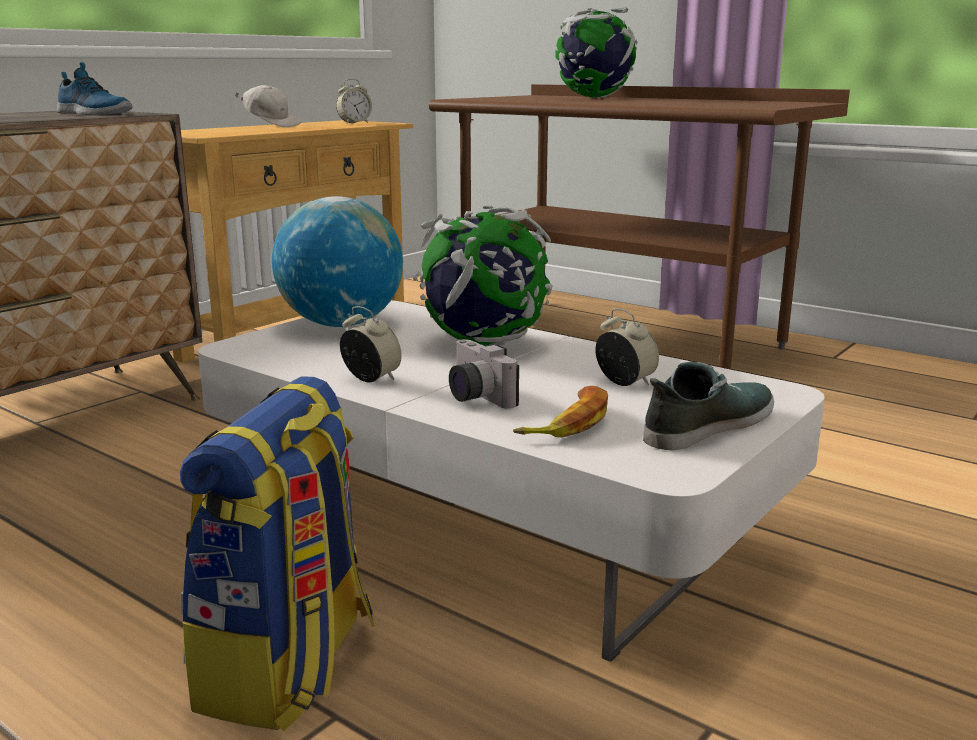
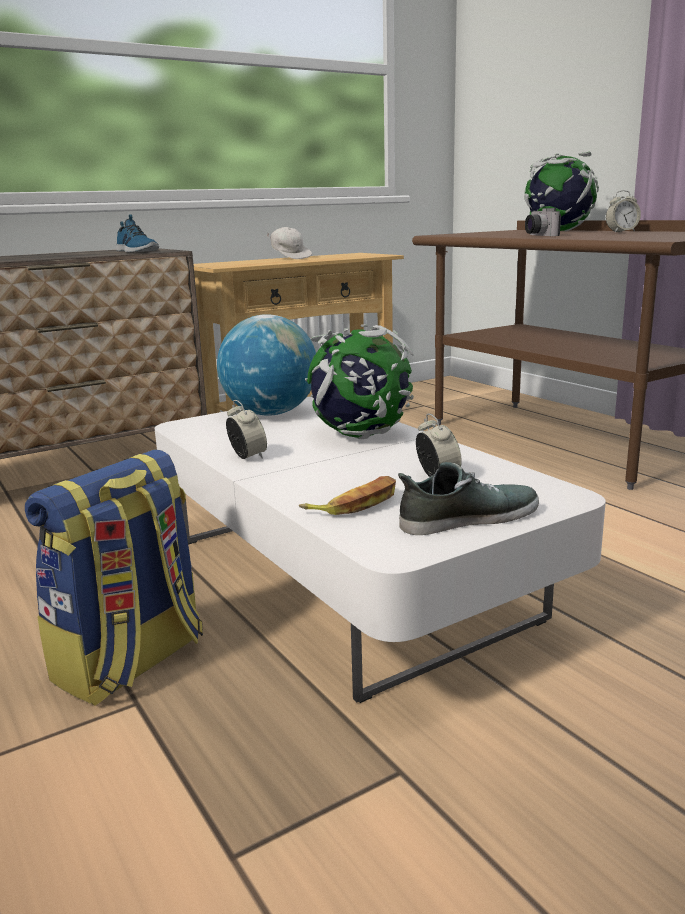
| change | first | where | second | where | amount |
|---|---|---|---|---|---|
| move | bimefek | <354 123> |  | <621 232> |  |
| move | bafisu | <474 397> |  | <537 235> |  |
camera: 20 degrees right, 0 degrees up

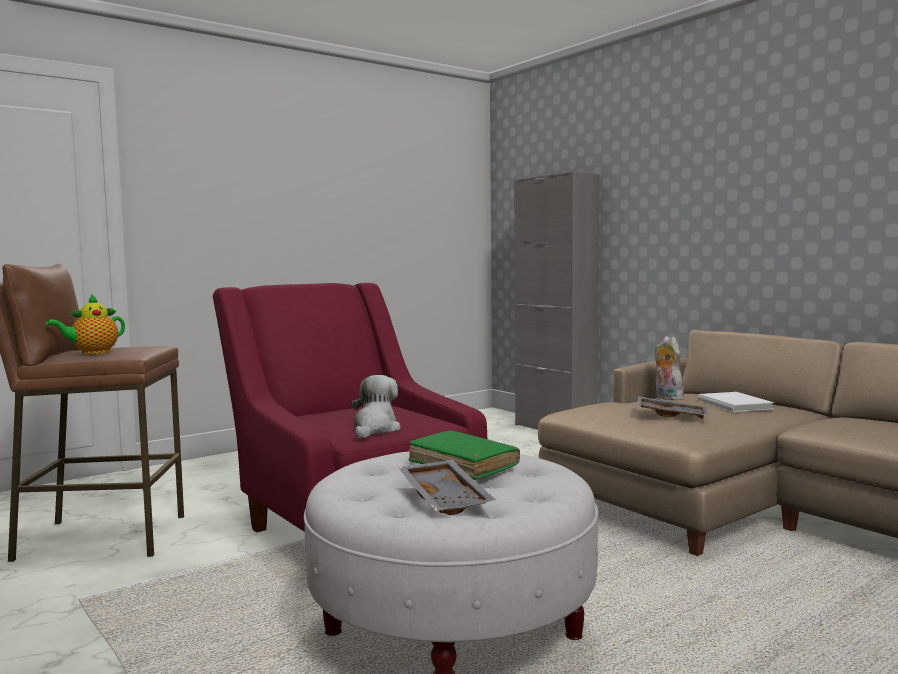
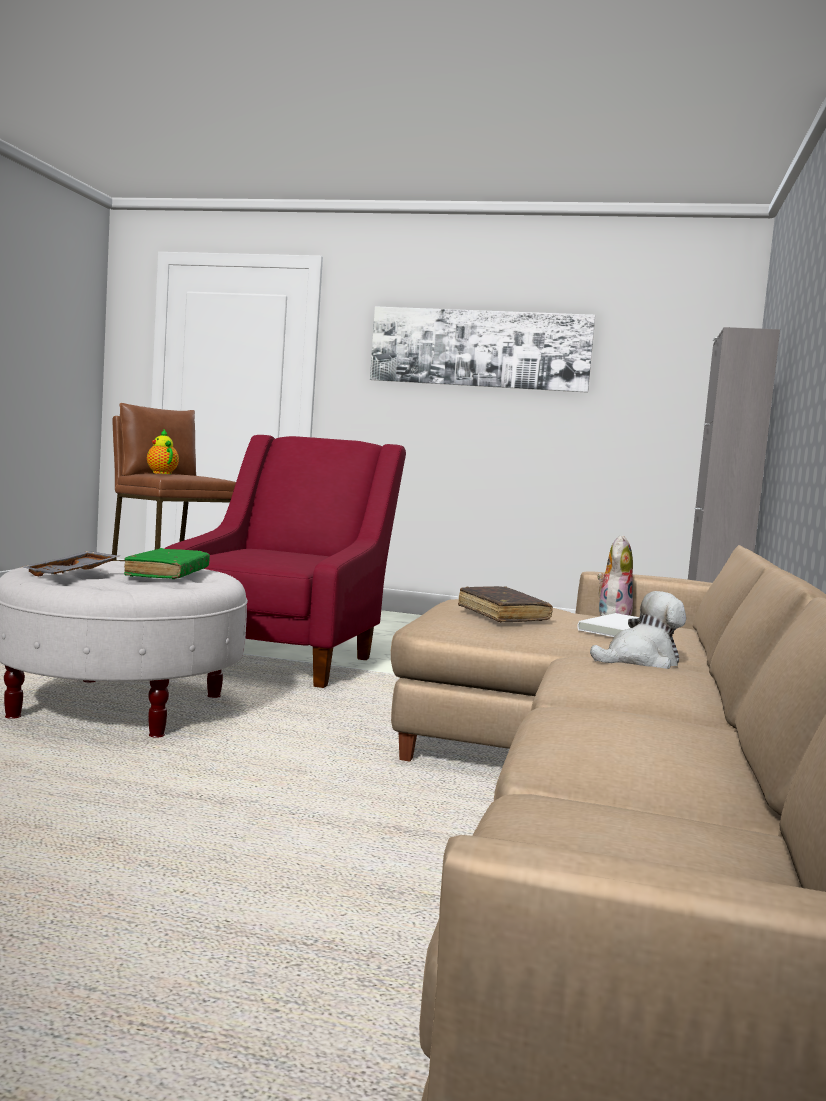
| change | first | where | second | where | amount |
|---|---|---|---|---|---|
| insert |  |  | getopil | <479 349> |  |
| move | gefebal | <374 429> |  | <640 661> |  |
| replace | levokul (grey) | <671 415> | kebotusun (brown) | <502 614> |  |
| rotate | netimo | <92 353> |  | <161 473> | 45 degrees clockwise |
camera: 50 degrees right, 0 degrees up

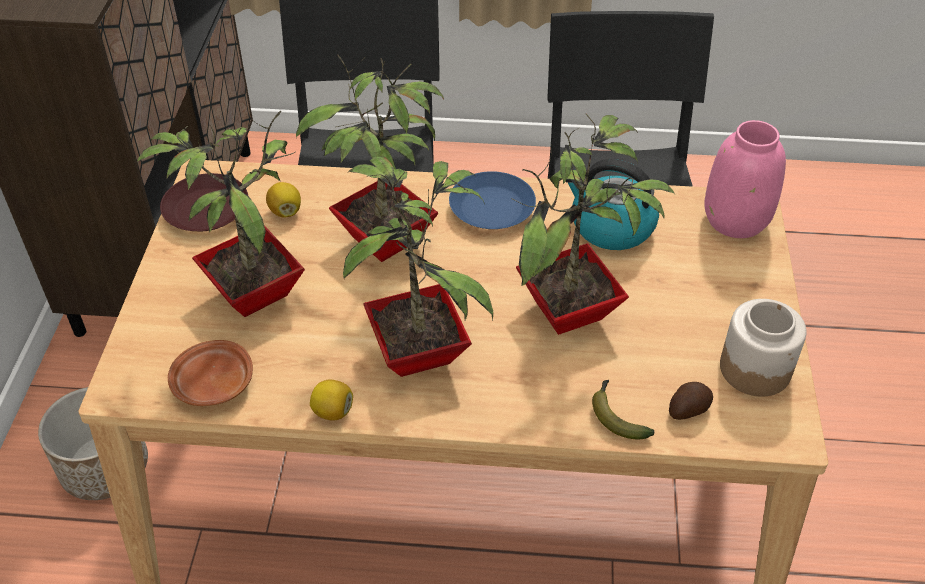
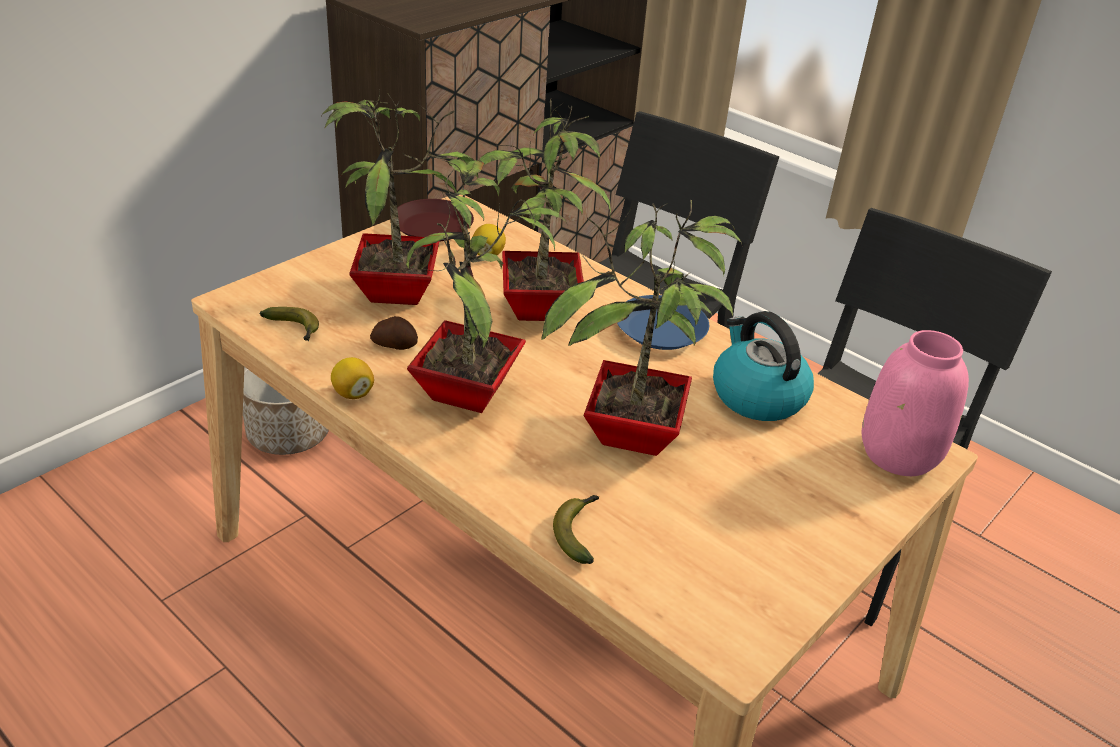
| change | first | where | second | where | amount |
|---|---|---|---|---|---|
| delete | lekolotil | <755 368> |  |  |  |
| move | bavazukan | <688 409> |  | <394 344> |  |
| replace | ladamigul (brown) | <213 384> | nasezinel | <295 330> |  |
camera: 35 degrees right, 10 degrees down

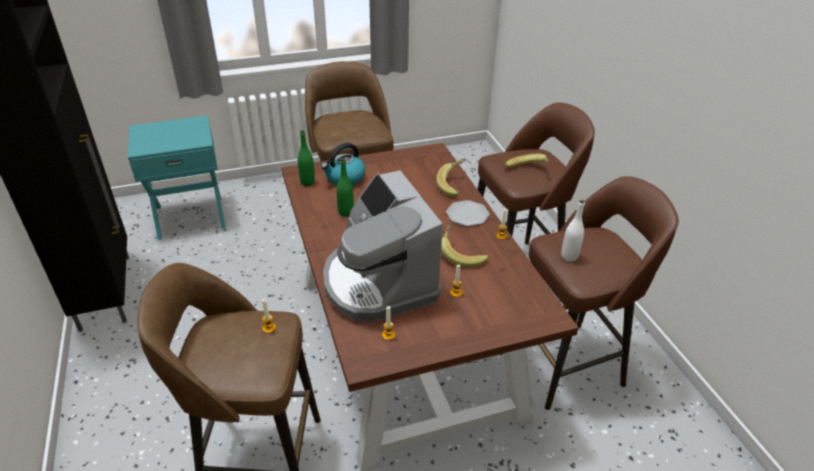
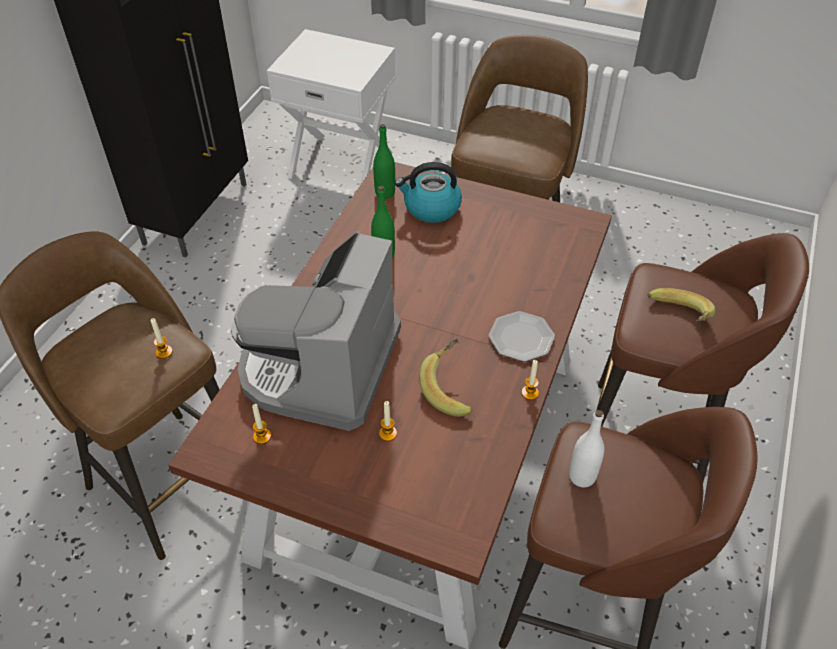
| change | first | where | second | where | amount |
|---|---|---|---|---|---|
| delete | nasezinel | <454 185> |  |  |  |
| recolor | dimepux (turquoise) | <190 216> | dimepux (white) | <341 164> |  |
camera: 40 degrees right, 10 degrees up

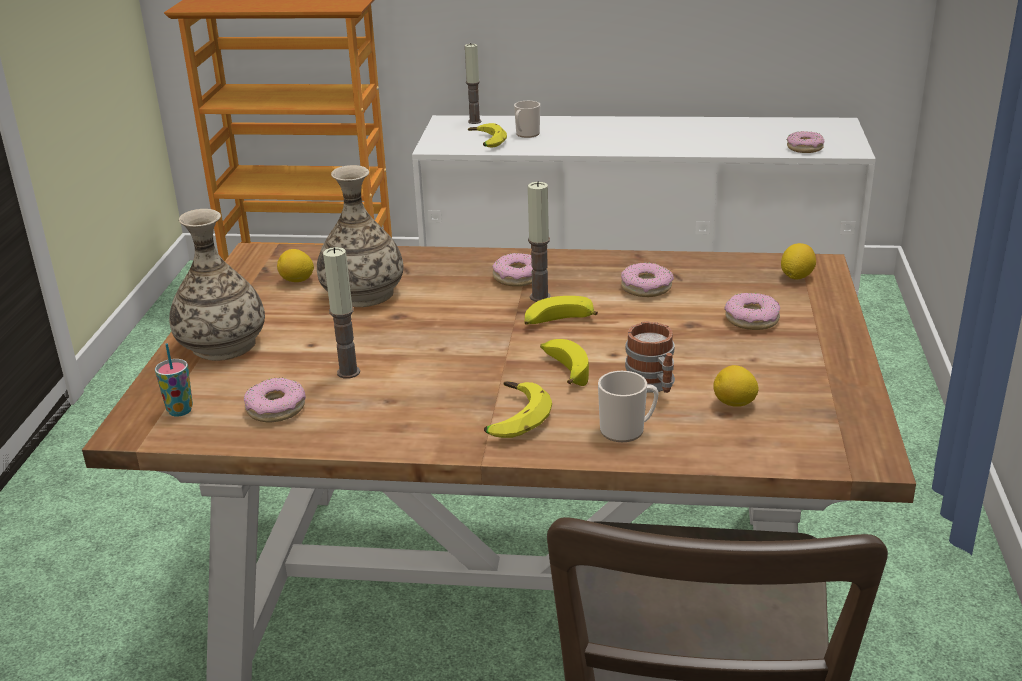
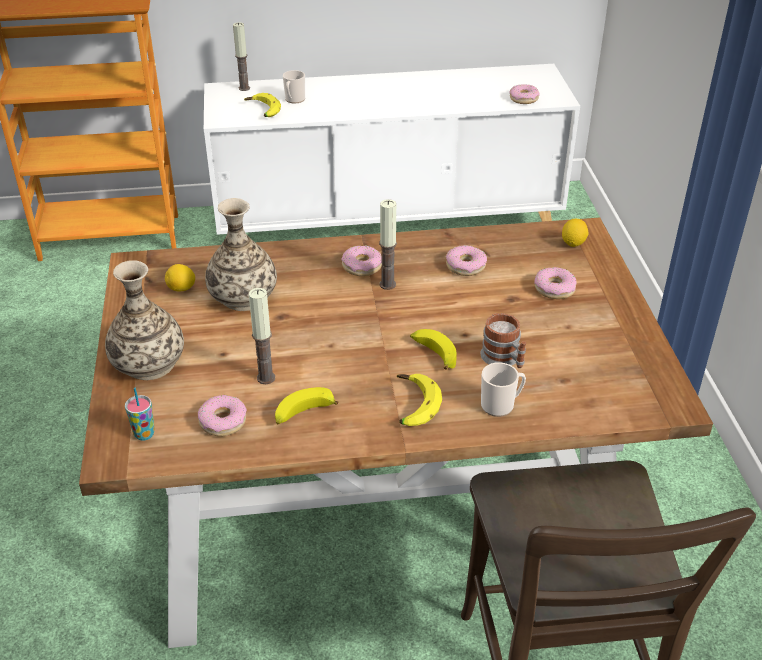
| change | first | where | second | where | amount |
|---|---|---|---|---|---|
| delete | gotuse | <734 404> |  |  |  |
| move | nasezinel | <557 322> |  | <303 414> |  |
camera: 15 degrees left, 10 degrees up

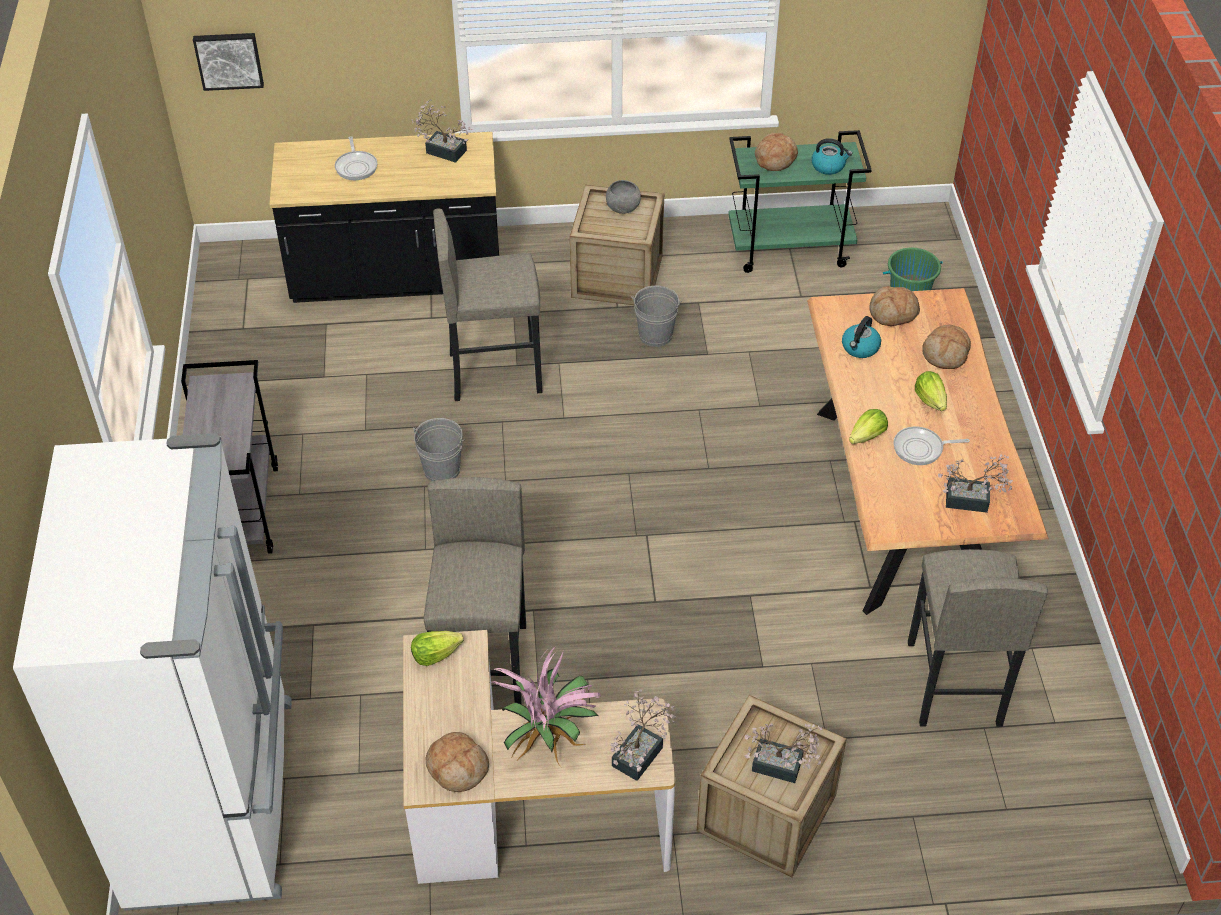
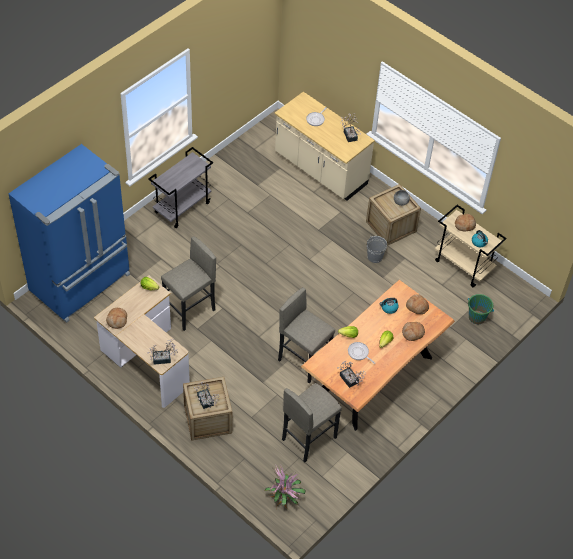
| change | first | where | second | where | amount |
|---|---|---|---|---|---|
| delete | getopil | <229 60> |  |  |  |
| delete | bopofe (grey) | <442 470> |  |  |  |
| move | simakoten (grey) | <495 372> |  | <304 361> |  |
| move | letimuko | <549 738> |  | <284 499> |  |
| recolor | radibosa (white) | <216 800> | radibosa (blue) | <81 283> |  |
| recolor | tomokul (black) | <397 279> | tomokul (beige) | <320 170> |  |
| recolor | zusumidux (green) | <790 249> | zusumidux (beige) | <463 266> |  |
camera: 45 degrees right, 5 degrees up

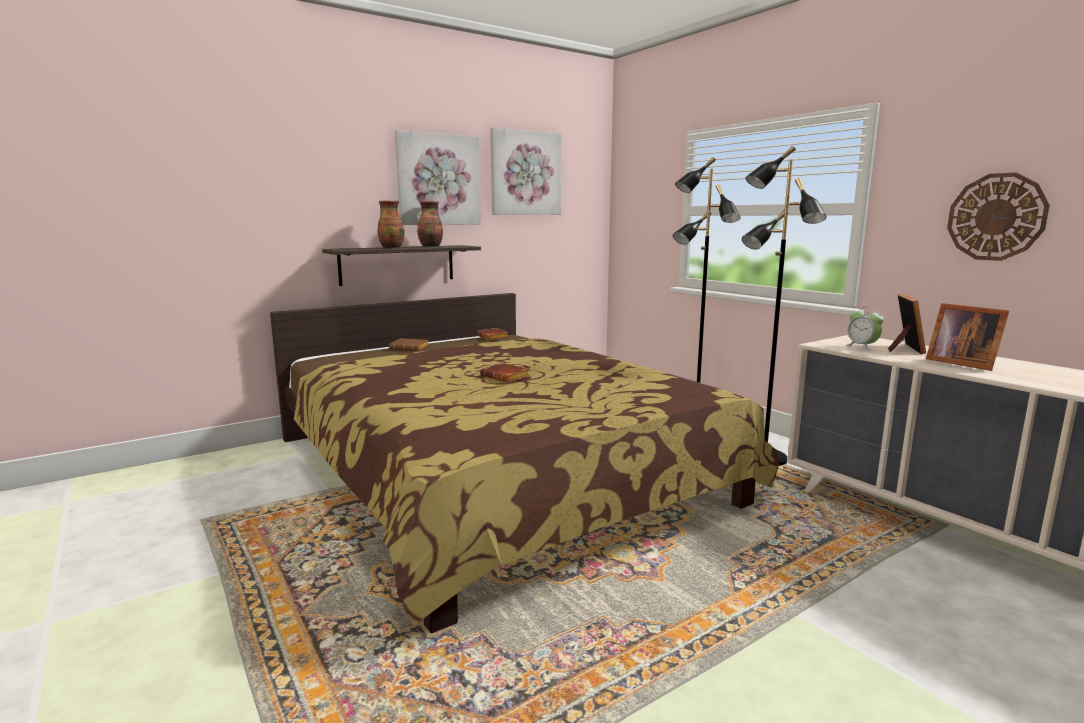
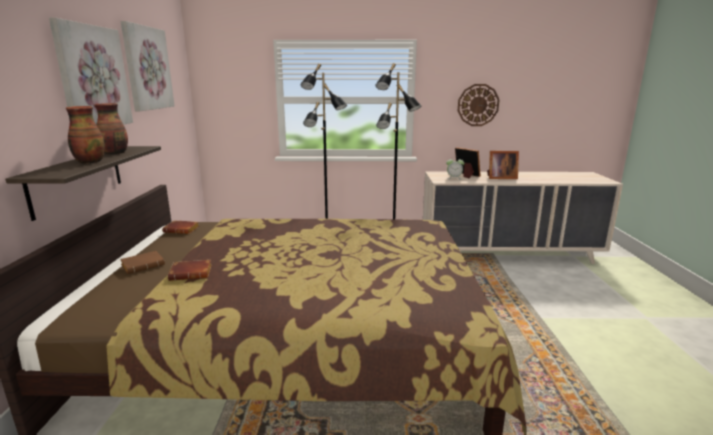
| change | first | where | second | where | amount |
|---|---|---|---|---|---|
| move | kebotusun (brown) | <507 377> |  | <192 273> |  |
camera: 55 degrees left, 5 degrees up

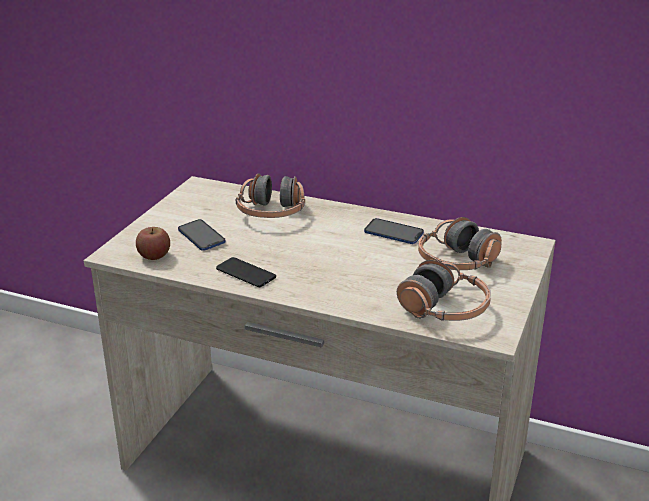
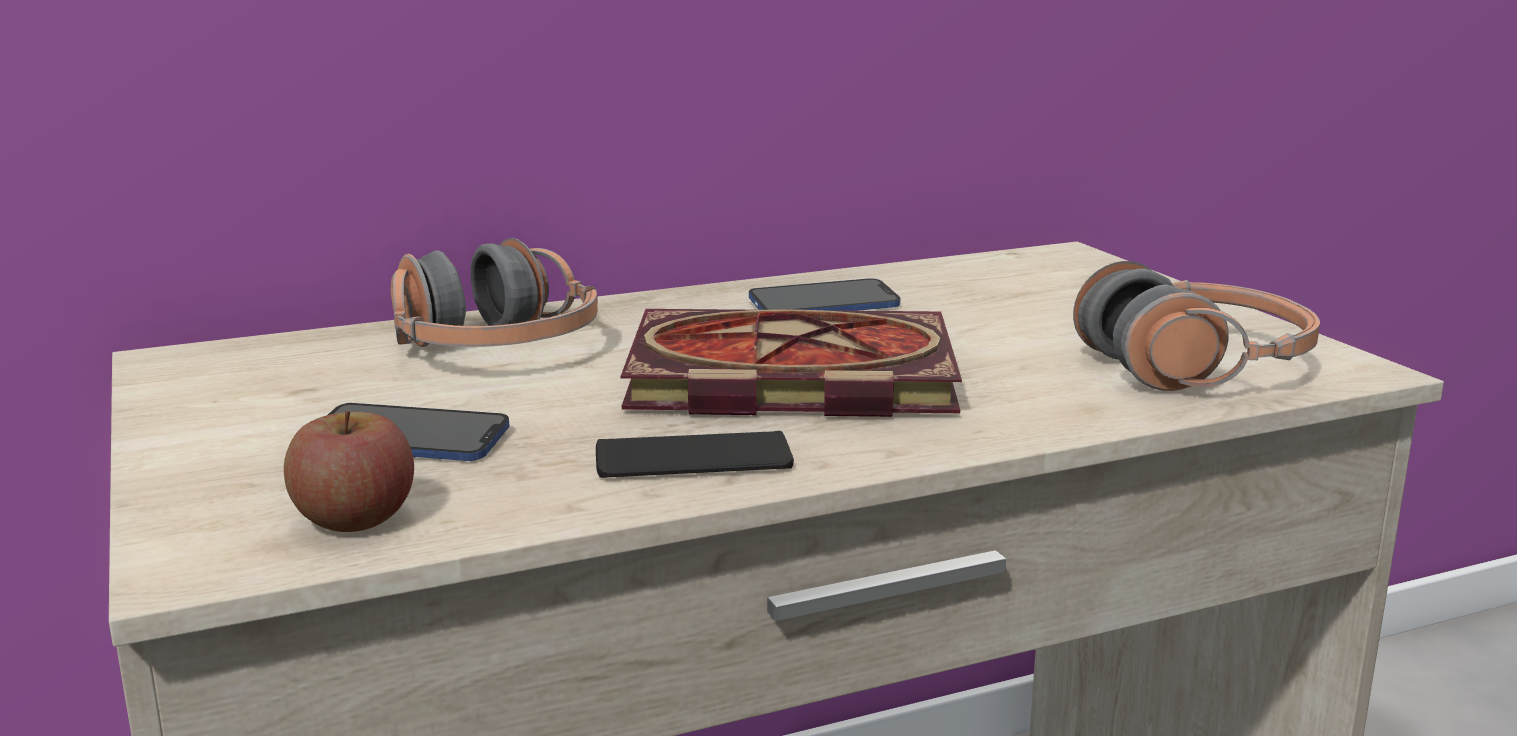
| change | first | where | second | where | amount |
|---|---|---|---|---|---|
| delete | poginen | <457 262> |  |  |  |
| insert |  |  | kebotusun | <782 378> |  |
camera: 45 degrees left, 10 degrees down

